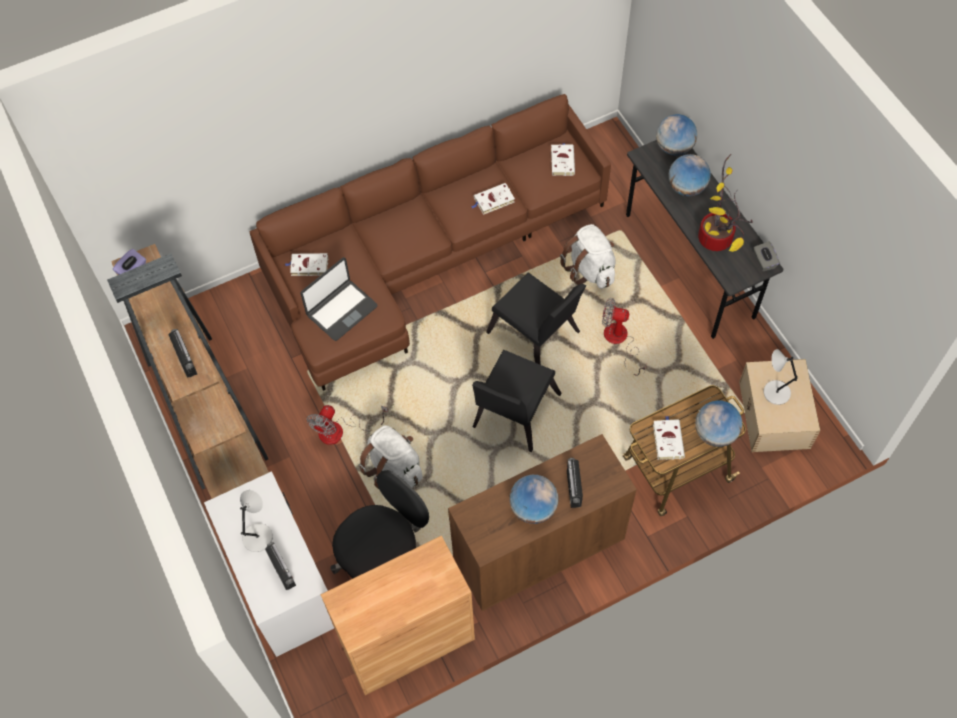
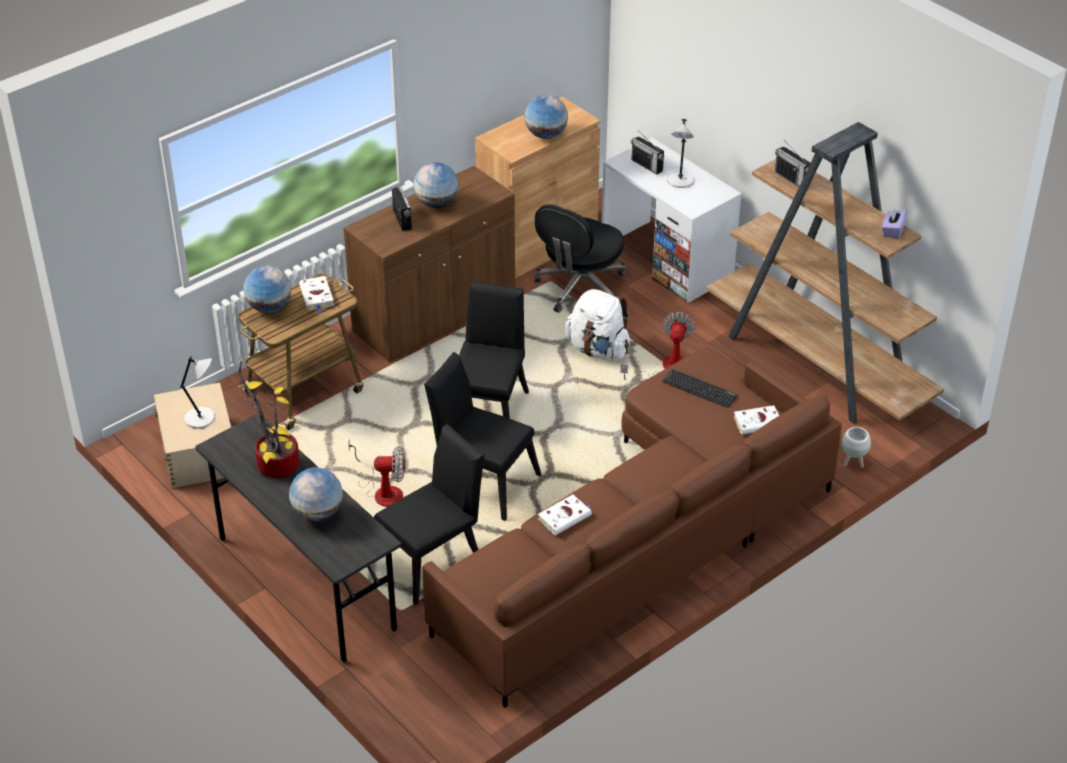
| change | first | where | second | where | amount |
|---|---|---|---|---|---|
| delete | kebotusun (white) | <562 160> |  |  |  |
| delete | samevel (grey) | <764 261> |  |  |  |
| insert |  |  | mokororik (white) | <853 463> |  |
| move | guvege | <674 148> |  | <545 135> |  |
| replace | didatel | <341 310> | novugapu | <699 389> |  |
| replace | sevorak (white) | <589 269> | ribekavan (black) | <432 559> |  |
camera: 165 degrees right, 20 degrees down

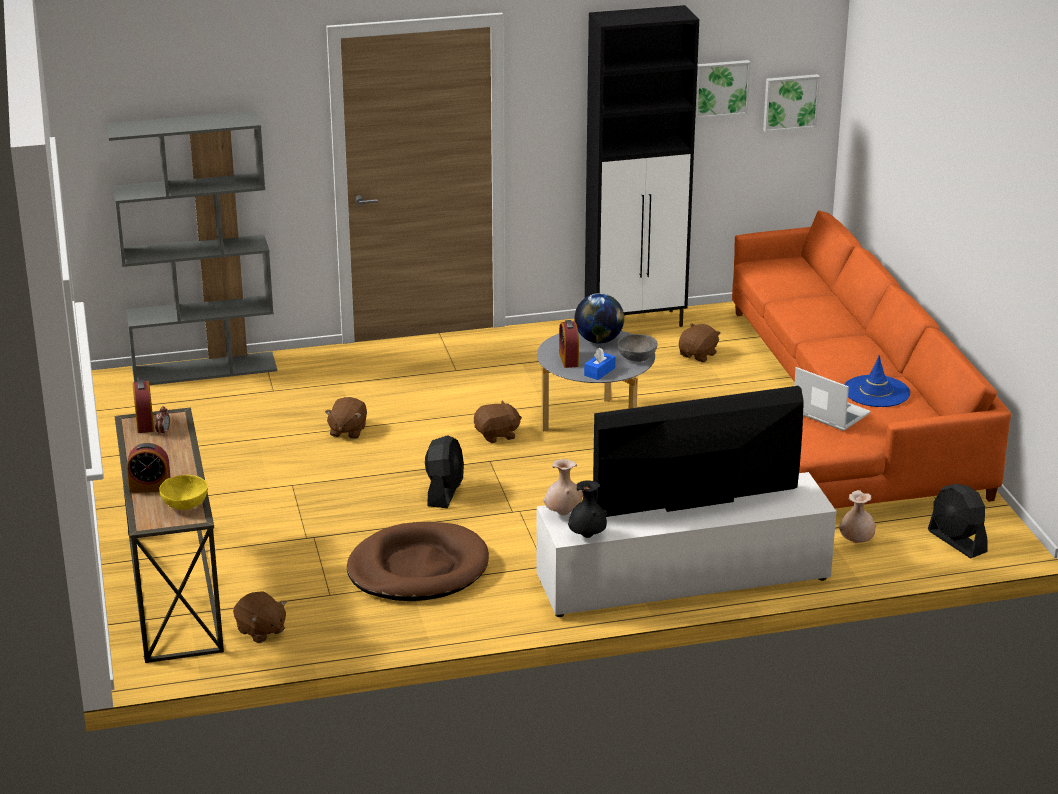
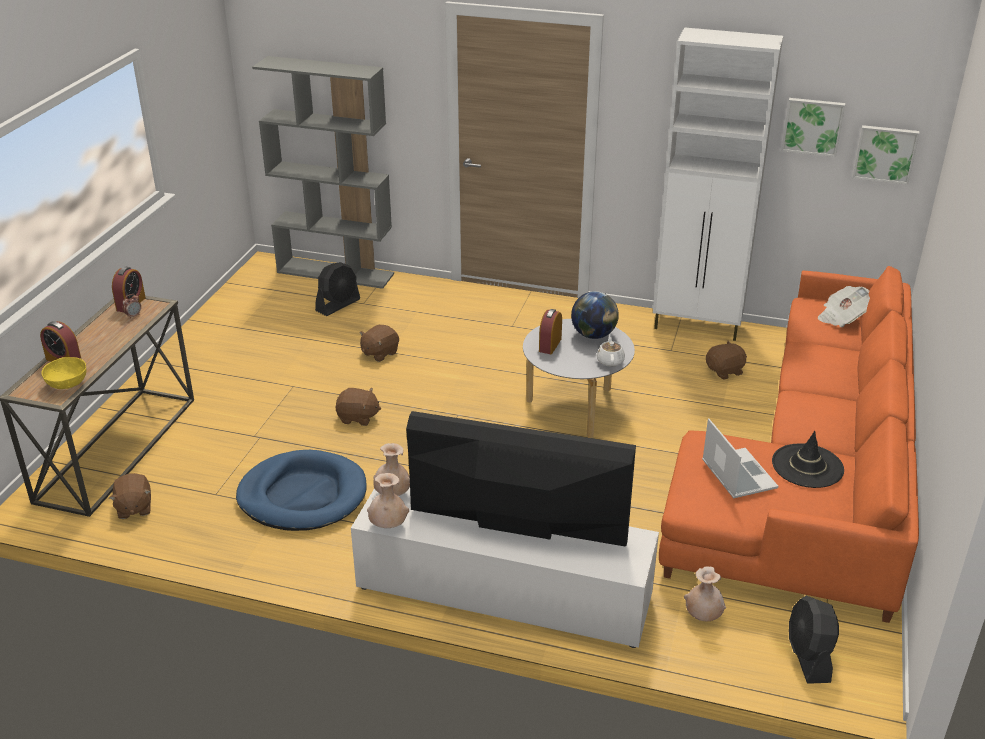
| change | first | where | second | where | amount |
|---|---|---|---|---|---|
| delete | samevel (blue) | <599 372> |  |  |  |
| insert |  |  | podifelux | <841 317> |  |
| move | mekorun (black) | <444 492> |  | <338 305> |  |
| move | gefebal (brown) | <497 435> |  | <358 417> |  |
| replace | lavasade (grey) | <637 357> | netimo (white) | <610 360> |  |
| recolor | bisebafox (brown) | <418 568> | bisebafox (blue) | <303 495> |  |
| recolor | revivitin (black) | <587 536> | revivitin (beige) | <388 526> |  |
| recolor | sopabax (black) | <636 323> | sopabax (white) | <698 326> |  |
| recolor | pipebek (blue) | <876 392> | pipebek (black) | <807 466> |  |
camera: 30 degrees right, 5 degrees up

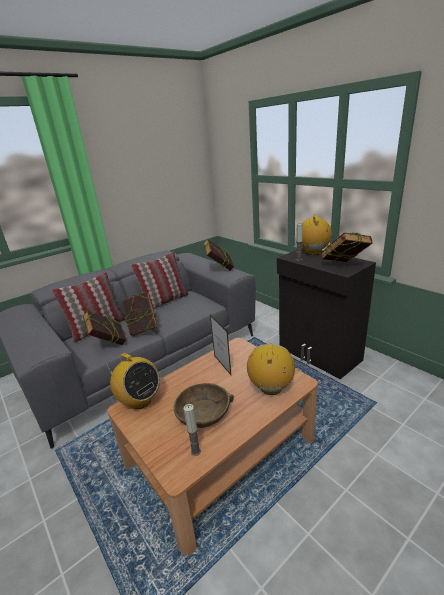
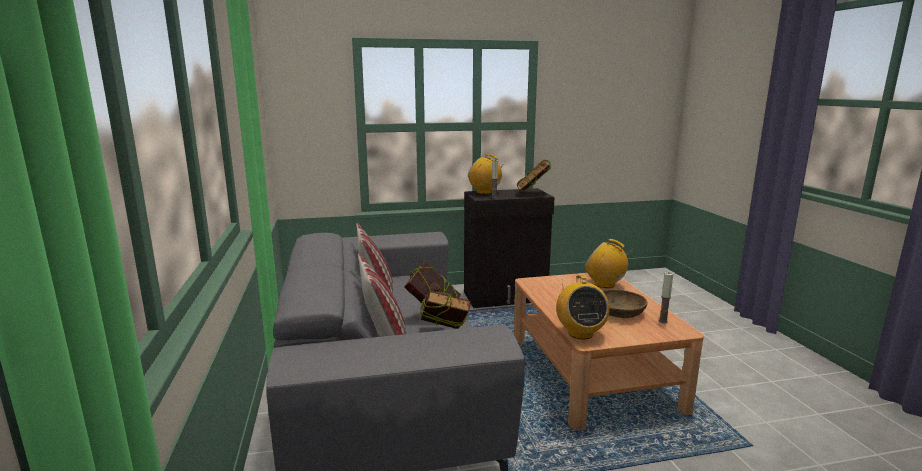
| change | first | where | second | where | amount |
|---|---|---|---|---|---|
| delete | kebotusun | <219 269> |  |  |  |
| delete | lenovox | <222 365> |  |  |  |
| rotate | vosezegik | <139 400> |  | <580 333> | 105 degrees clockwise |
camera: 65 degrees left, 10 degrees down

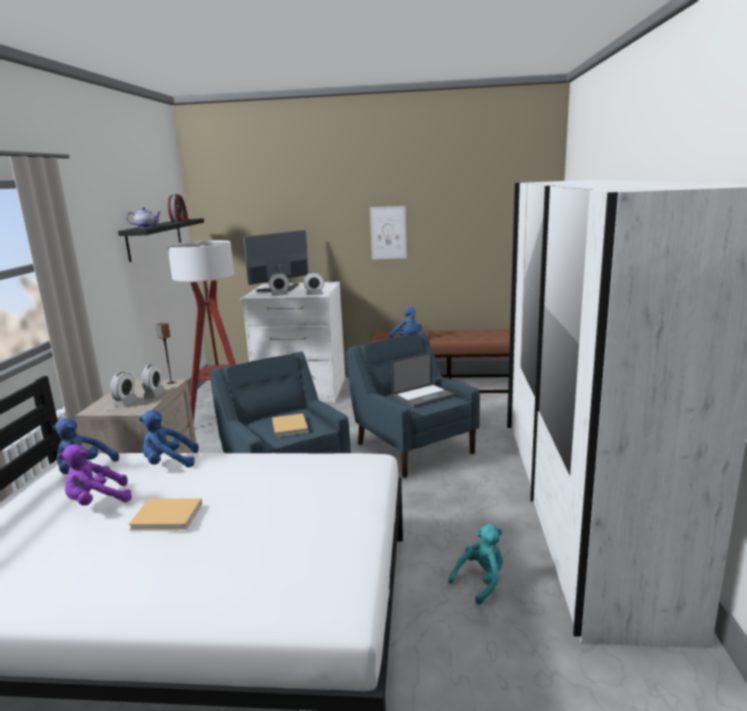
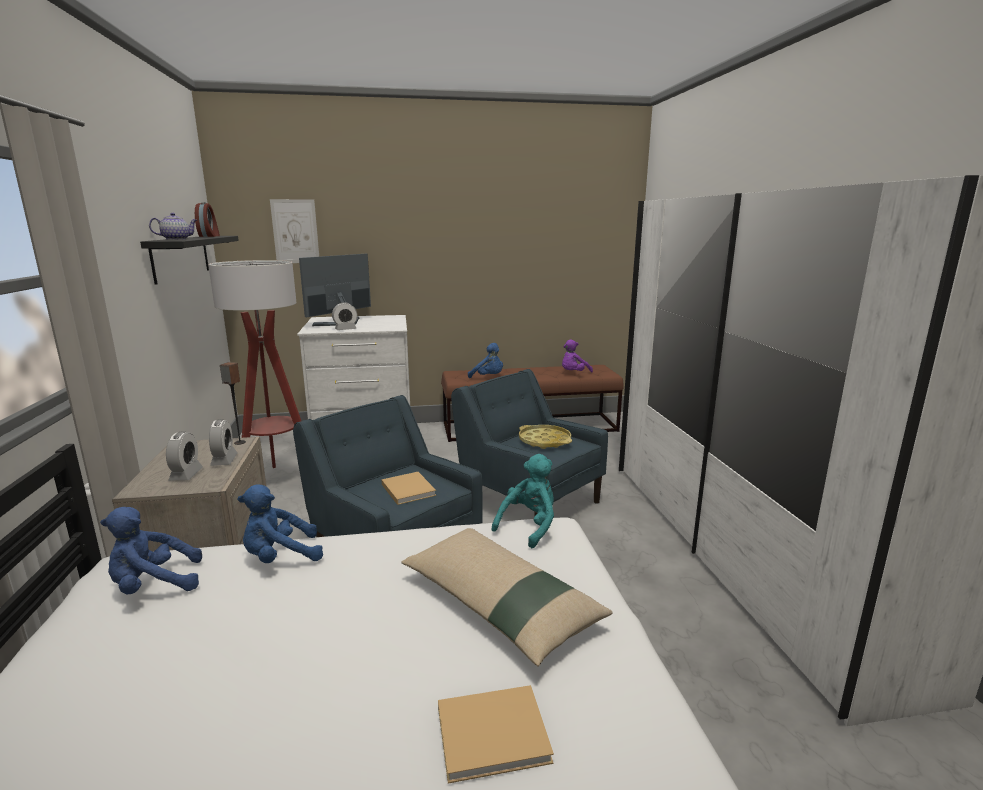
| change | first | where | second | where | amount |
|---|---|---|---|---|---|
| delete | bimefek | <314 294> |  |  |  |
| insert |  |  | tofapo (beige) | <499 604> |  |
| move | gefebal (purple) | <97 502> |  | <573 373> |  |
| move | kebotusun (beige) | <169 516> |  | <496 734> |  |
| move | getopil | <388 232> |  | <295 231> |  |
| move | gefebal (turquoise) | <481 581> |  | <529 526> |  |
| replace | didatel | <423 395> | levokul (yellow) | <544 441> |  |
camera: 15 degrees left, 0 degrees up

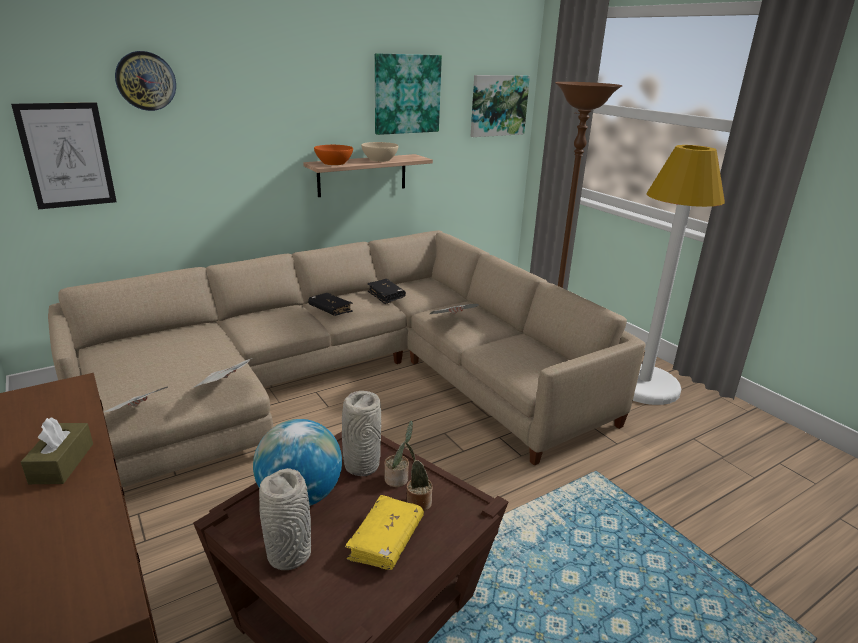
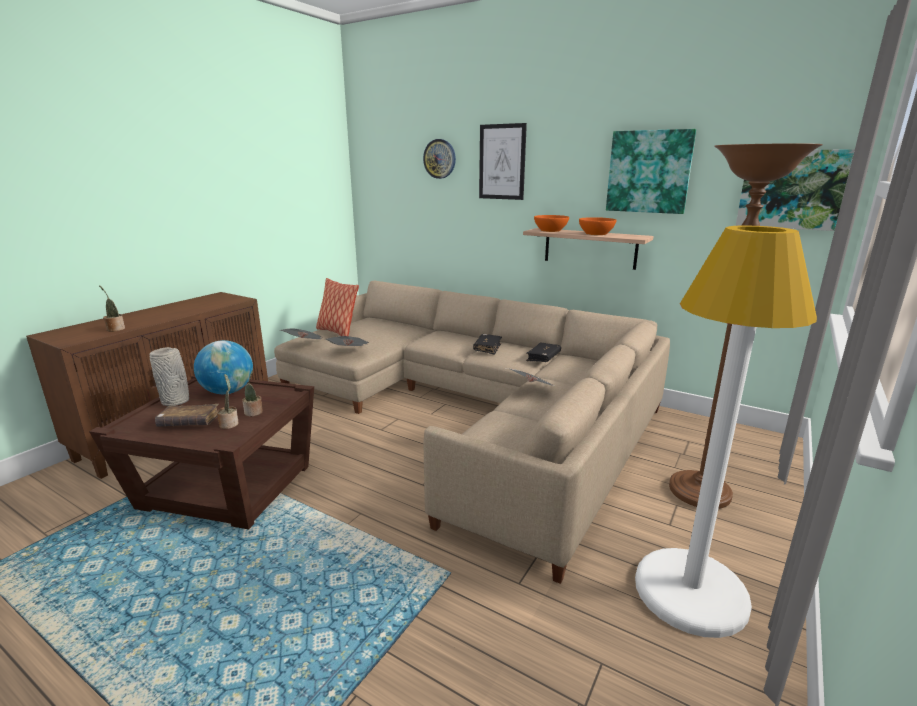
| change | first | where | second | where | amount |
|---|---|---|---|---|---|
| delete | samevel (brown) | <62 463> |  |  |  |
| delete | revivitin (grey) | <361 466> |  |  |  |
| insert |  |  | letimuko | <115 329> |  |
| insert |  |  | tofapo | <337 332> |  |
| move | getopil | <67 156> |  | <502 162> |  |
| recolor | kebotusun (yellow) | <386 540> | kebotusun (brown) | <189 423> |  |
| recolor | lavasade (beige) | <379 159> | lavasade (orange) | <596 233> |  |
camera: 65 degrees right, 5 degrees down

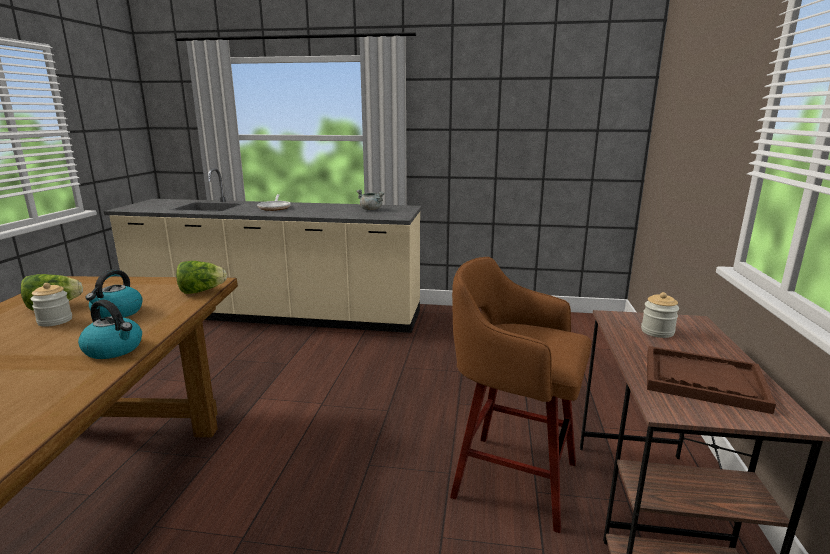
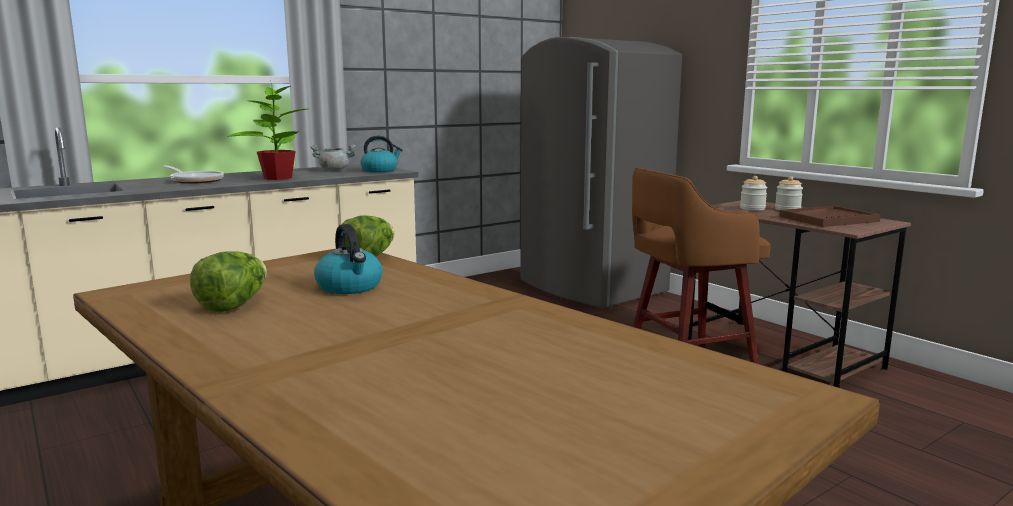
| change | first | where | second | where | amount |
|---|---|---|---|---|---|
| insert |  |  | letimuko | <277 178> |  |
| insert |  |  | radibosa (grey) | <591 288> |  |
| move | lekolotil | <55 321> |  | <787 209> |  |
| move | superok | <114 349> |  | <380 170> |  |
camera: 45 degrees left, 5 degrees down

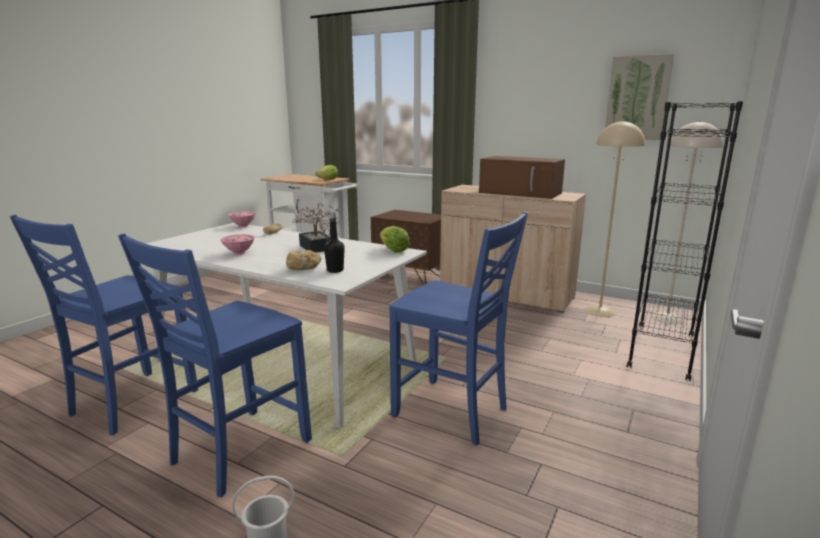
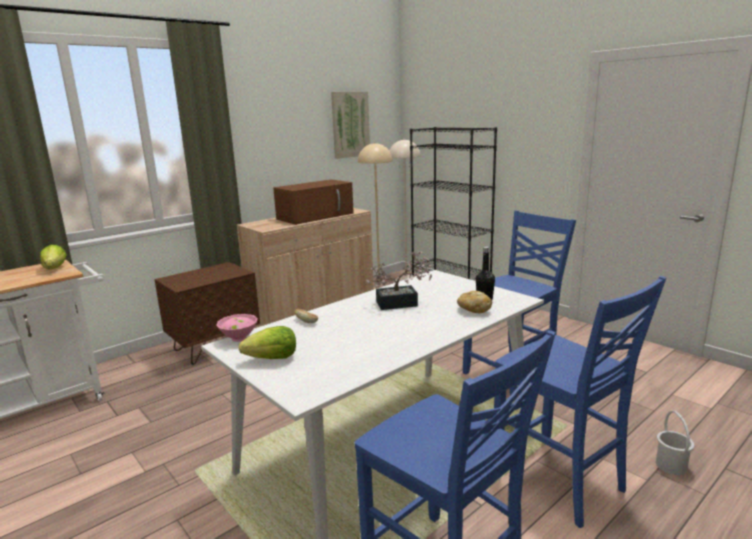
| change | first | where | second | where | amount |
|---|---|---|---|---|---|
| delete | lavasade (pink) | <238 253> |  |  |  |
| move | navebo | <393 250> |  | <273 359> |  |
camera: 70 degrees left, 0 degrees up

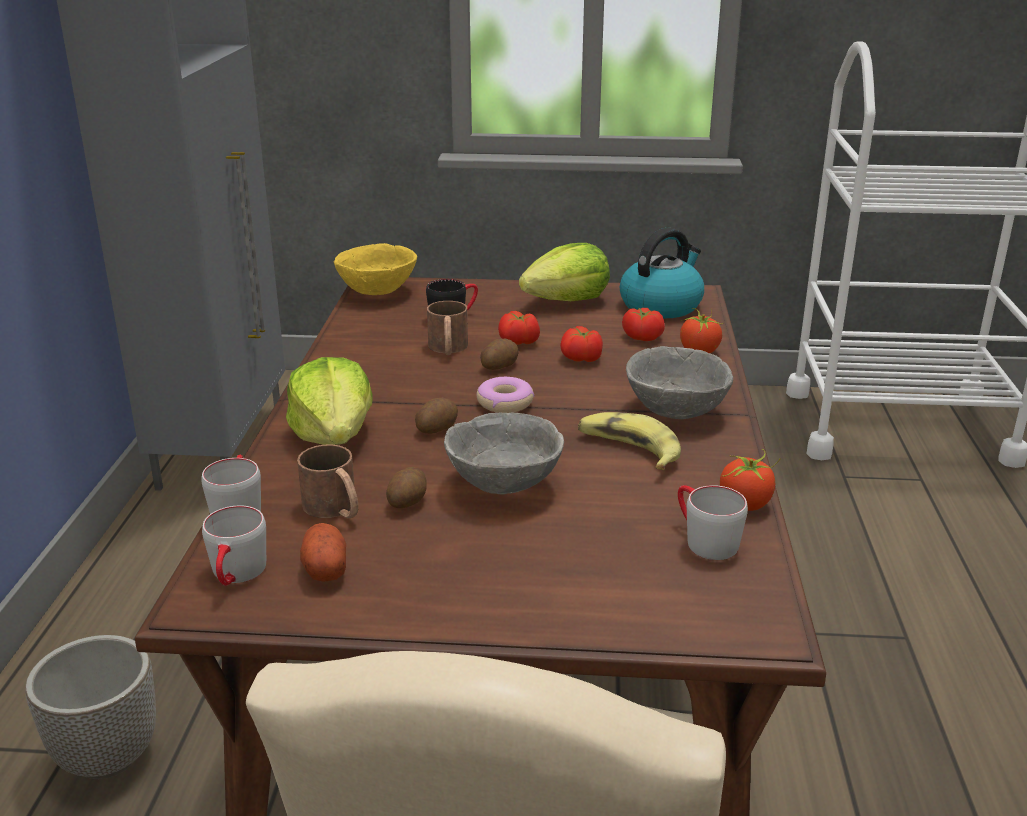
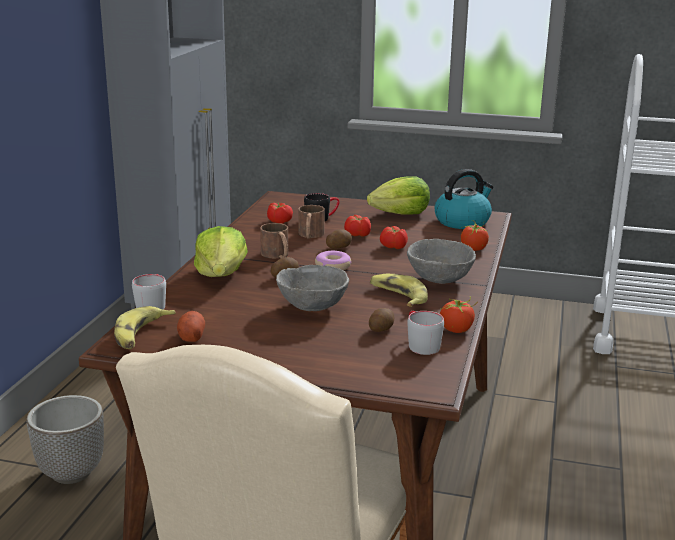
| change | first | where | second | where | amount |
|---|---|---|---|---|---|
| delete | lavasade (yellow) | <377 292> |  |  |  |
| move | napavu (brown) | <336 509> |  | <277 255> |  |
| move | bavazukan | <408 502> |  | <381 329> |  |
| move | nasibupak | <642 337> |  | <280 221> |  |
| replace | napavu (grey) | <236 576> | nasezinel | <141 335> |  |
camera: 10 degrees right, 5 degrees down

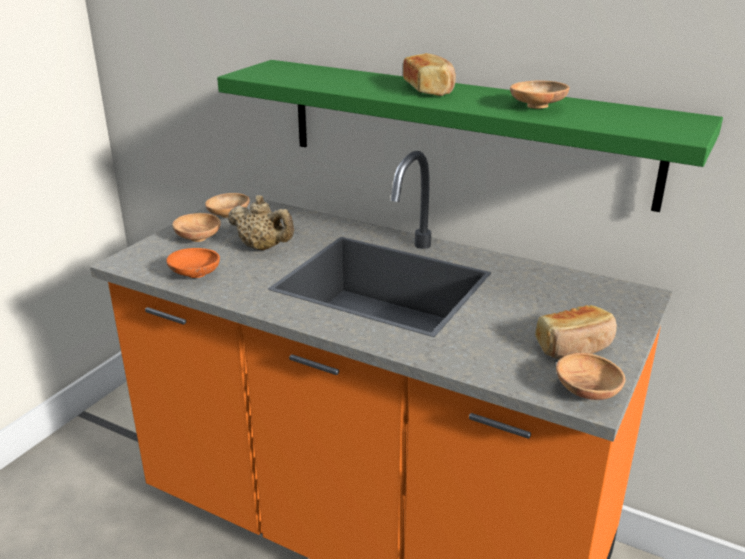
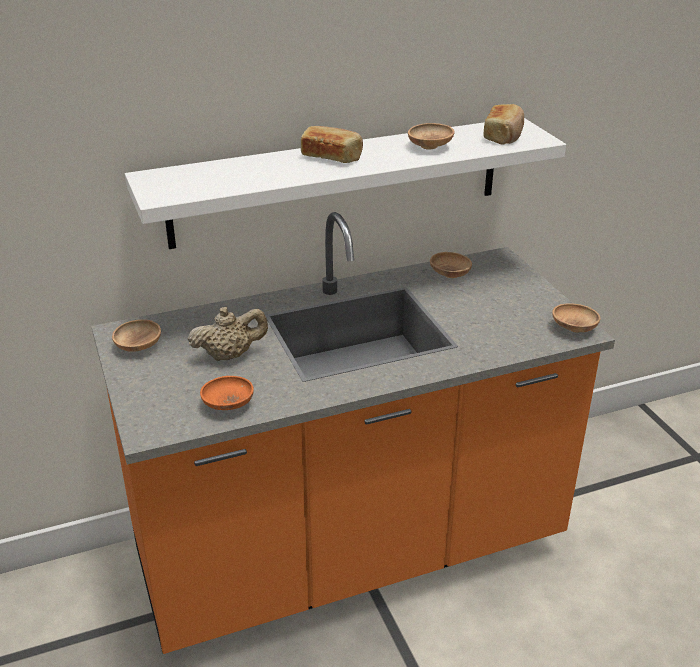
| change | first | where | second | where | amount |
|---|---|---|---|---|---|
| move | lavasade (brown) | <198 238> |  | <449 274> |  |
| move | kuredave | <574 346> |  | <504 135> |  |
| recolor | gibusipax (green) | <463 130> | gibusipax (white) | <338 182> |  |
camera: 50 degrees left, 5 degrees up

